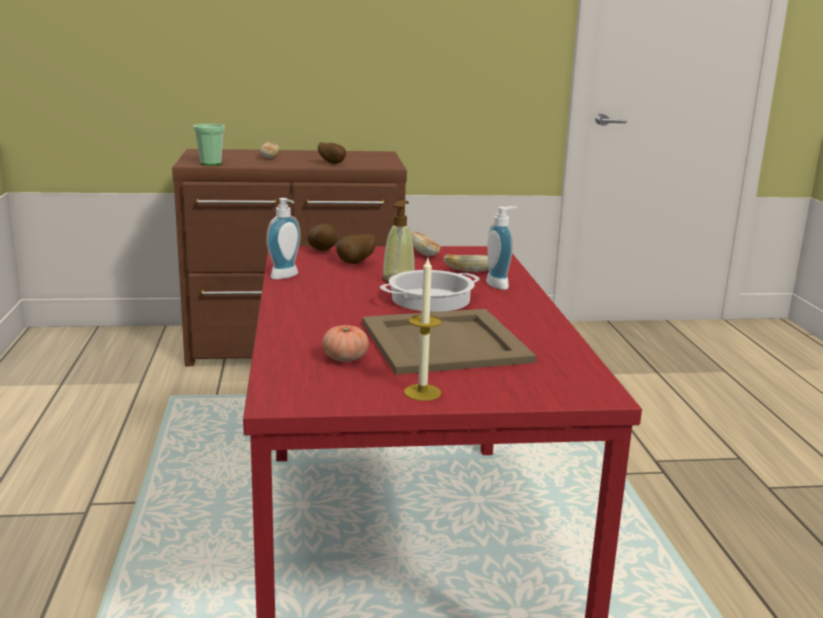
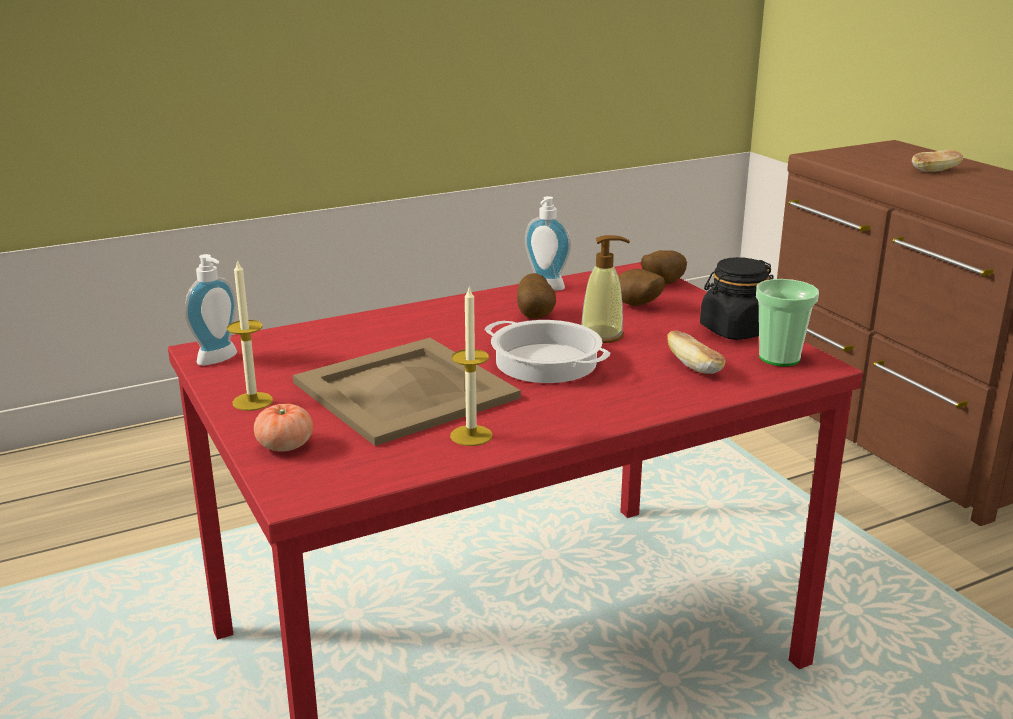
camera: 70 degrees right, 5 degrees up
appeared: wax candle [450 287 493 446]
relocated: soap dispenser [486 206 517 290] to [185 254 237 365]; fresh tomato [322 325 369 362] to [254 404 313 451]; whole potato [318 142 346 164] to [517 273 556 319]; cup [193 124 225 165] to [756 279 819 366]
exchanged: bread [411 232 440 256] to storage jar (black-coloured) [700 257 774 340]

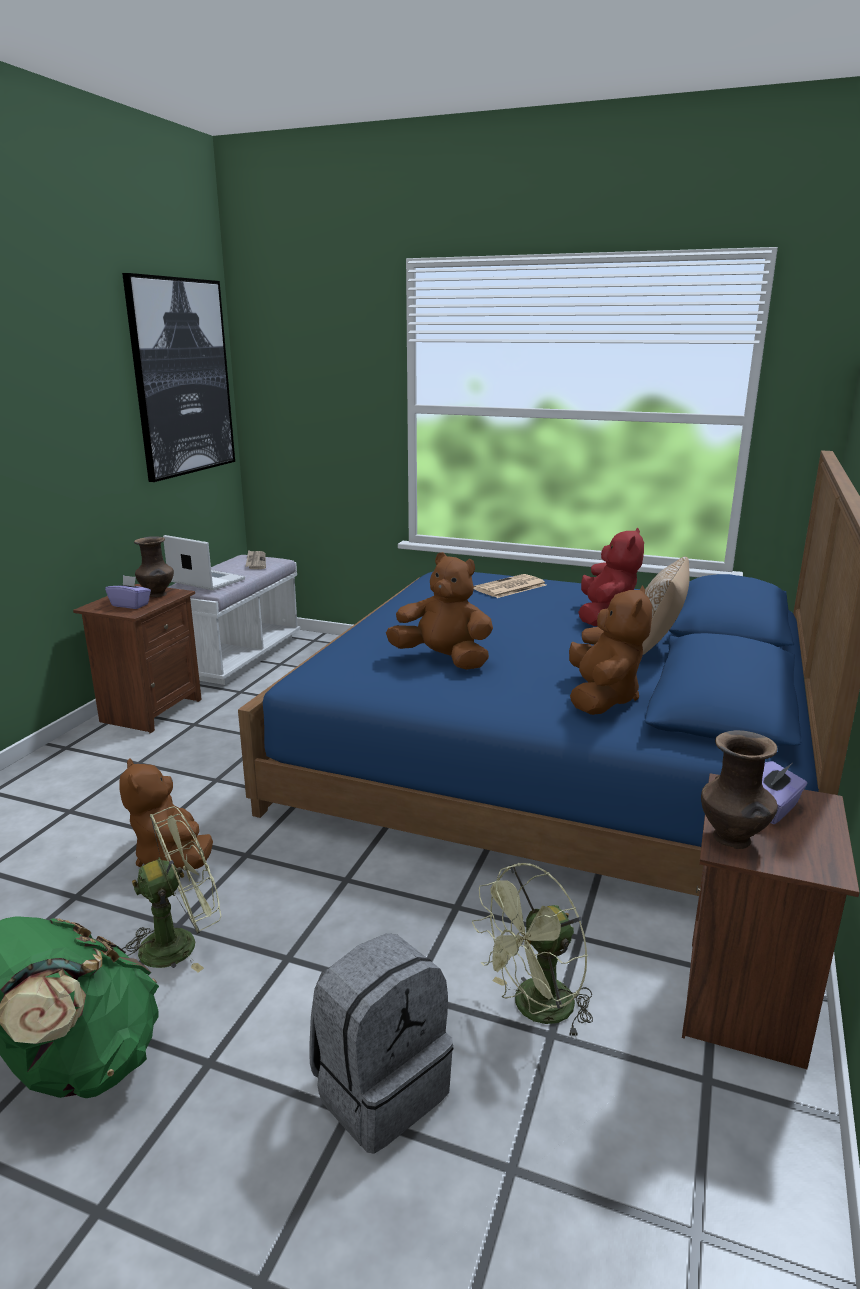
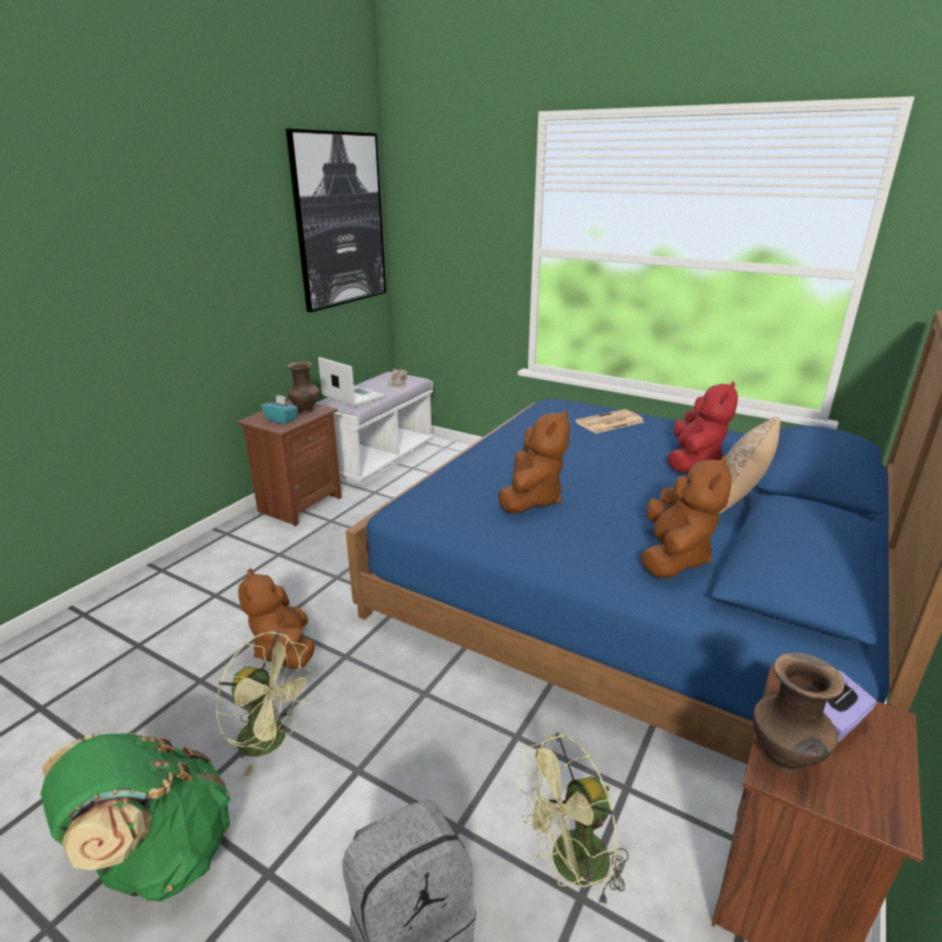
camera: 10 degrees right, 5 degrees up
colour: box of tissues (purple) [105 575 151 609] to box of tissues (turquoise-coloured) [261 394 298 424]
spun: fan (green-coloured) [122 806 221 972] = [216 631 315 776] 45 degrees clockwise; cuddly toy (brown-coloured) [386 552 493 670] = [498 410 570 513] 75 degrees clockwise

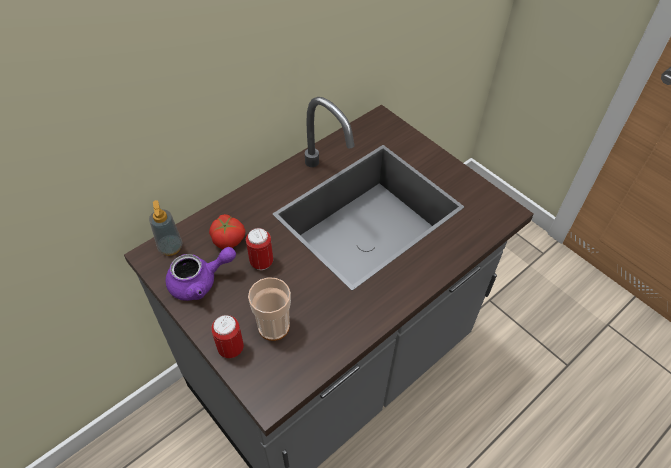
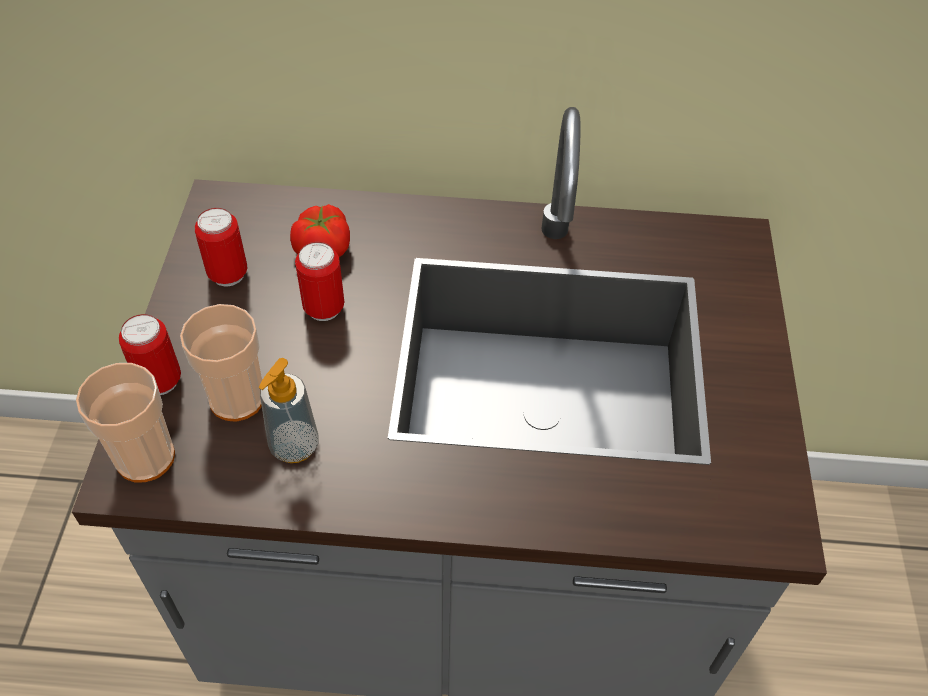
camera: 45 degrees right, 0 degrees up
appeared: cup [76 363 175 482]
relocated: soap dispenser [149 200 182 256] to [258 358 319 463]
exchanged: teapot (purple) [166 247 236 301] to sealed can [195 208 247 287]

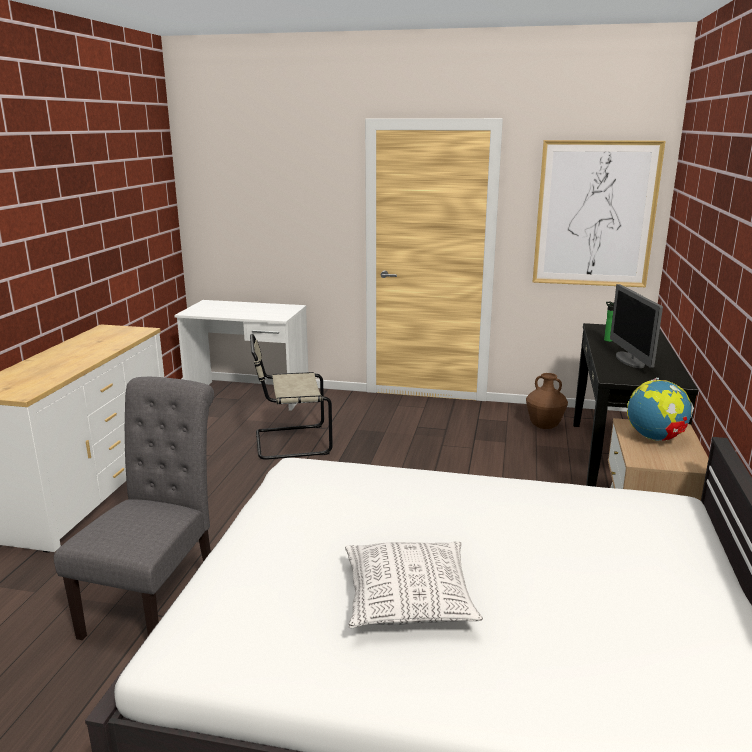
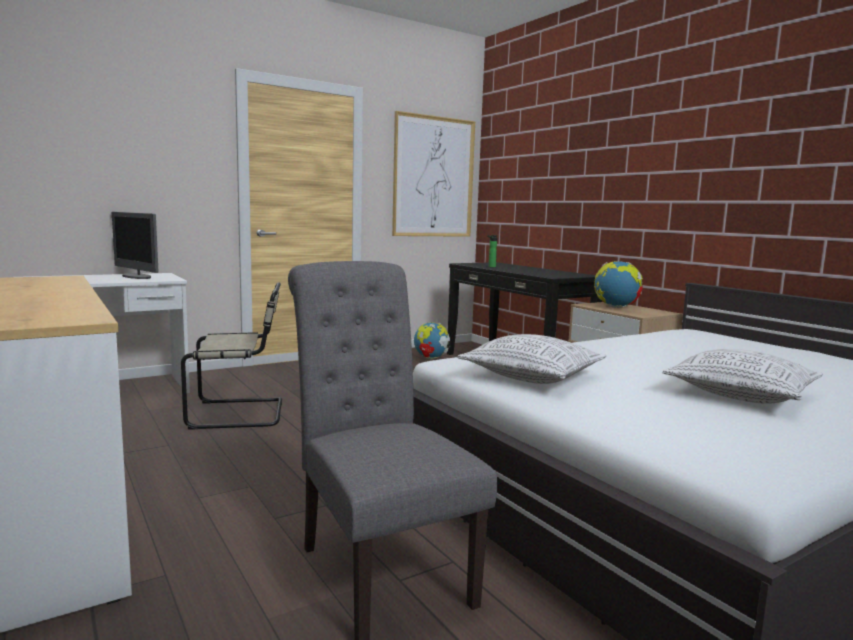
camera: 45 degrees left, 10 degrees down
appeared: cushion [457 334 606 384]
relocated: computer screen [610 284 663 368] to [112 212 159 279]
exchanged: flower vase (brown-coloured) [526 373 568 429] to globe [414 322 451 359]
spun: plain chair (beige-coloured) [250 334 333 460] = [181 282 282 430] 135 degrees counterclockwise

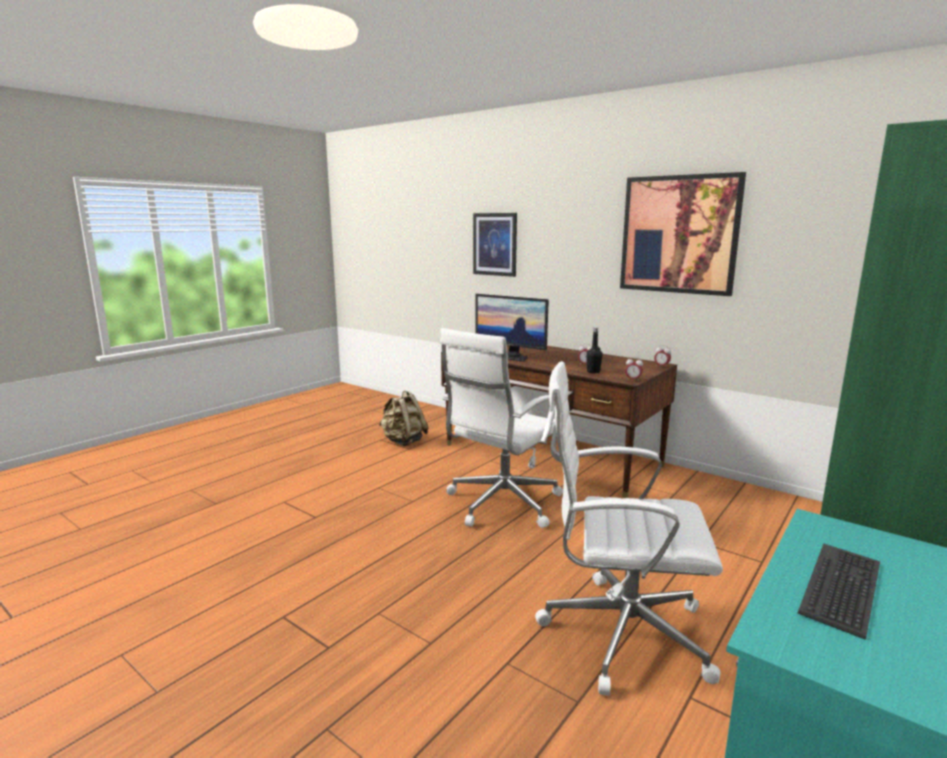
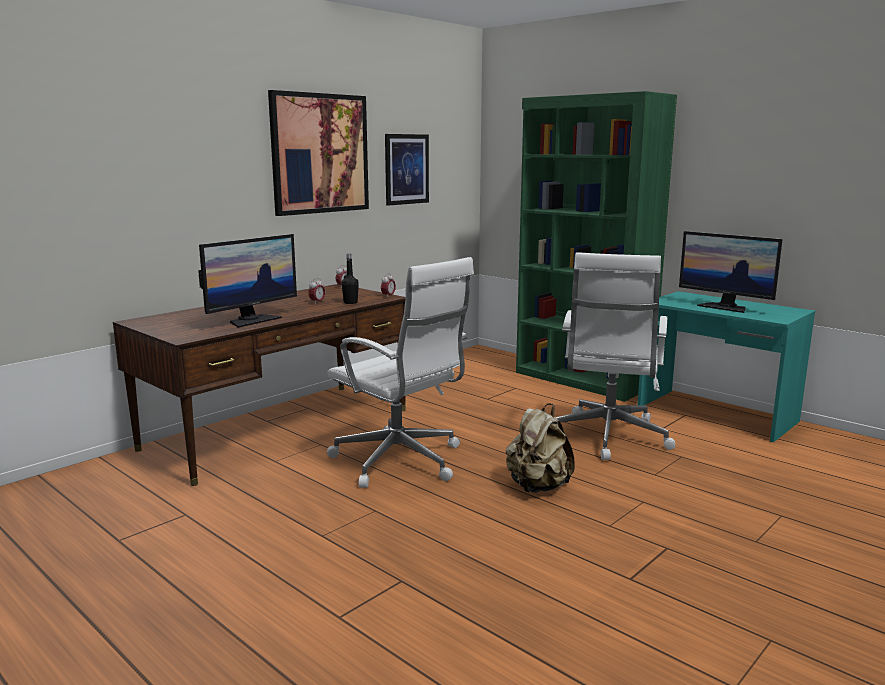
camera: 85 degrees left, 0 degrees up
relocated: wall picture [473 213 517 277] to [385 134 429 206]; rucksack (beige-coloured) [379 391 428 446] to [506 403 575 493]
exchanged: keyboard [798 543 880 640] to computer screen [679 231 783 313]

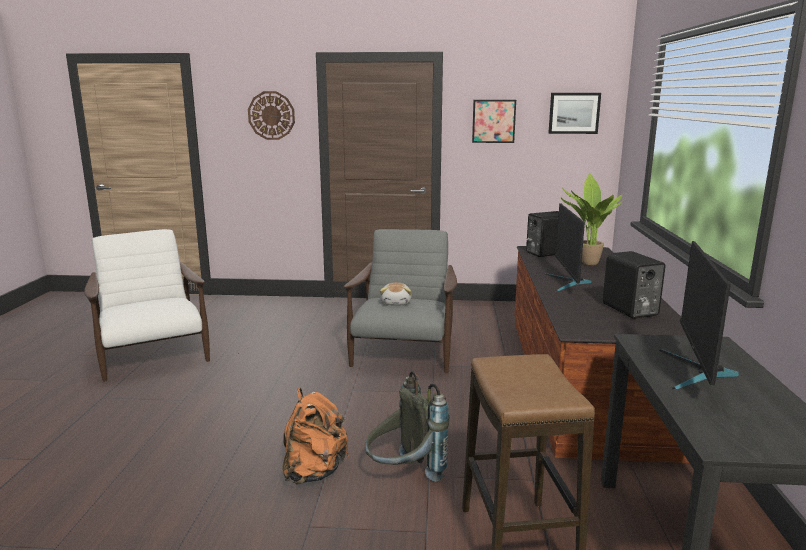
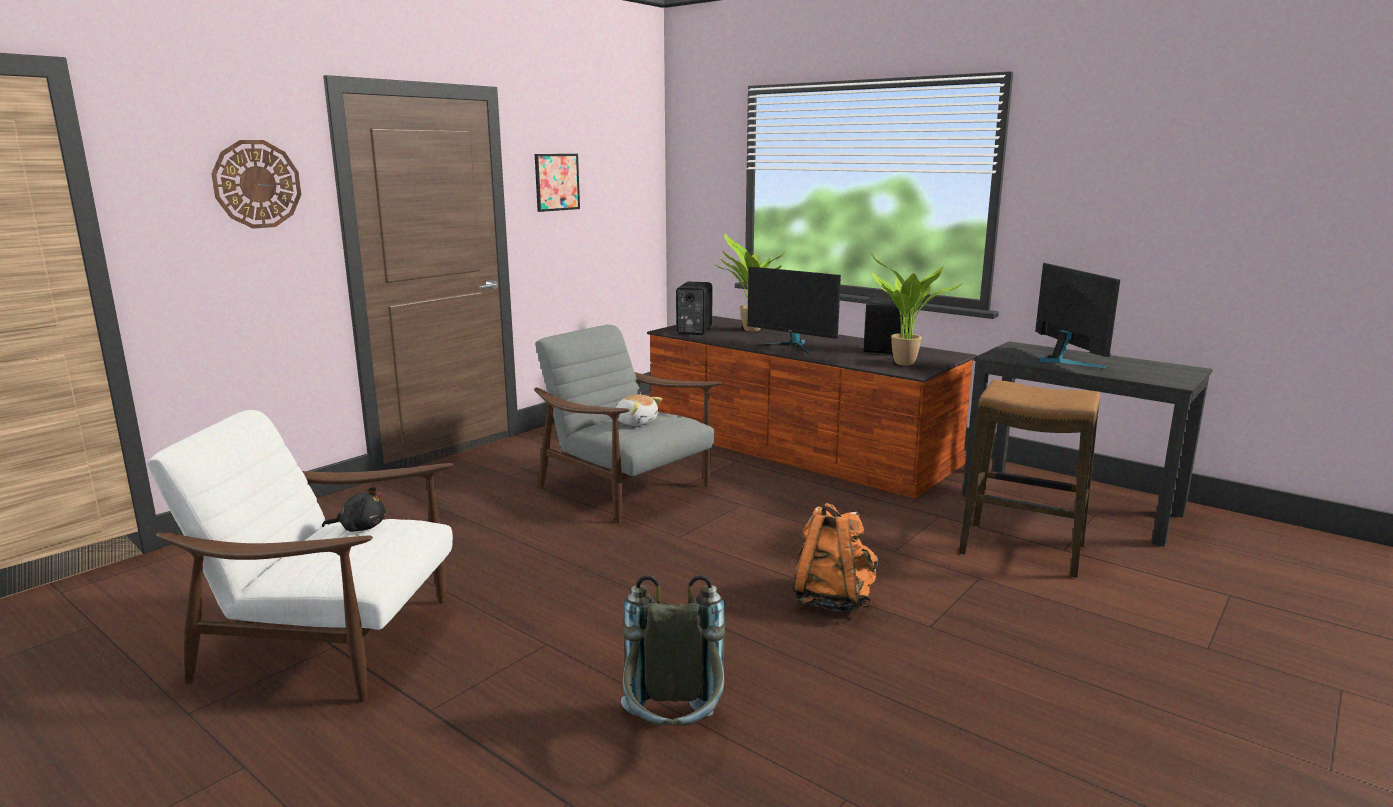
camera: 55 degrees left, 0 degrees up
missing: wall picture [548 93 601 134]
appeared: cuddly toy (black-coloured) [322 486 386 532]; plant in a pot [871 254 963 366]
relocated: rucksack (gray) [365 371 449 482] to [620 575 725 726]
spun: computer screen [659 241 739 390] = [1035 263 1120 369] 150 degrees counterclockwise

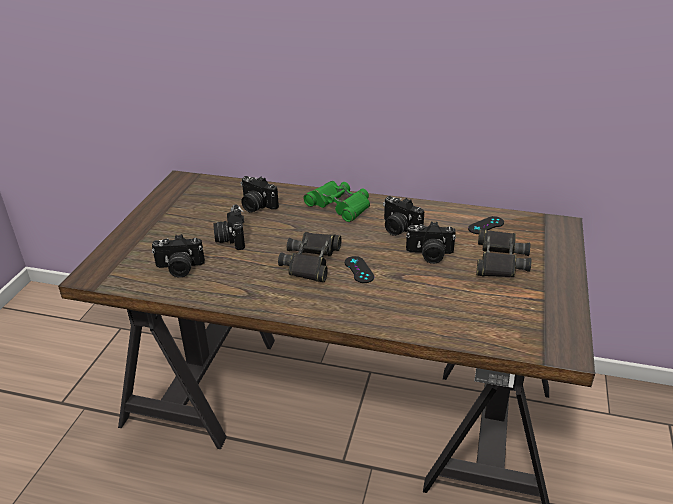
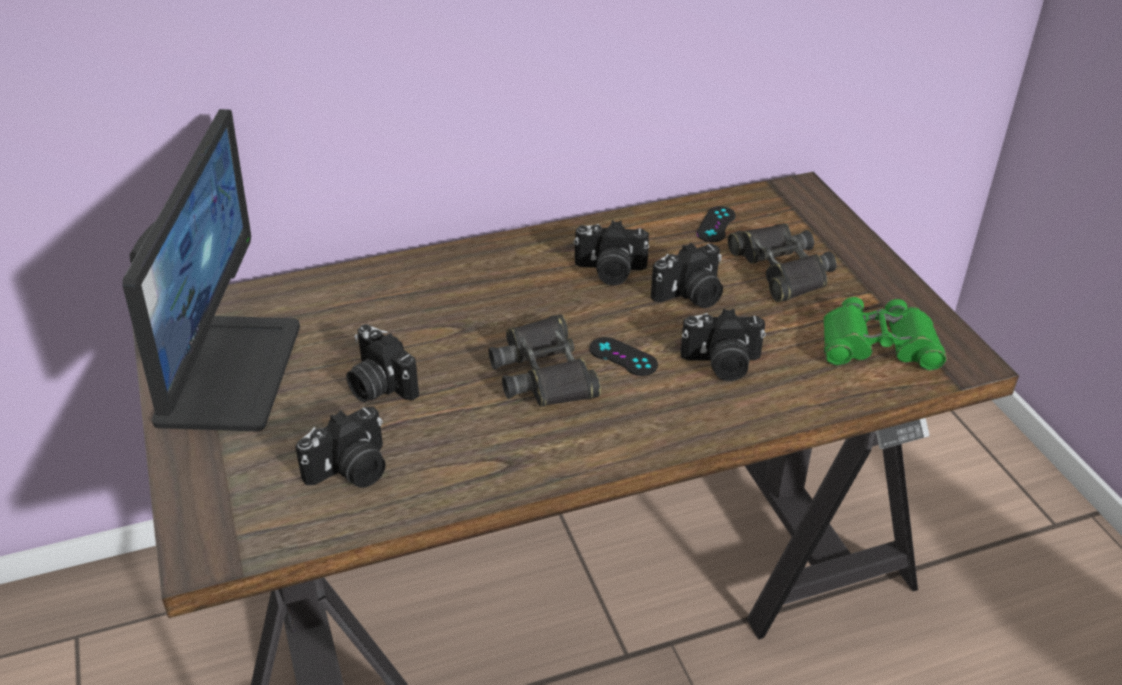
camera: 35 degrees left, 5 degrees up
appeared: computer screen [122 109 300 431]
relocated: still camera [241 176 279 213] to [680 309 766 381]; field glasses (green-coloured) [304 181 370 222] to [823 297 947 371]

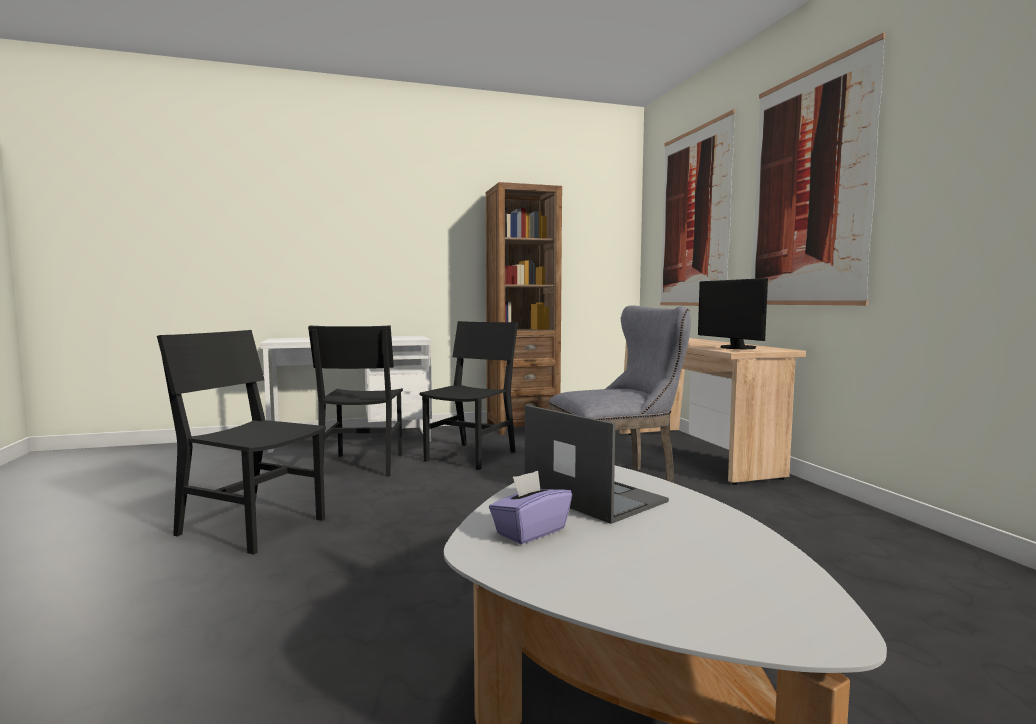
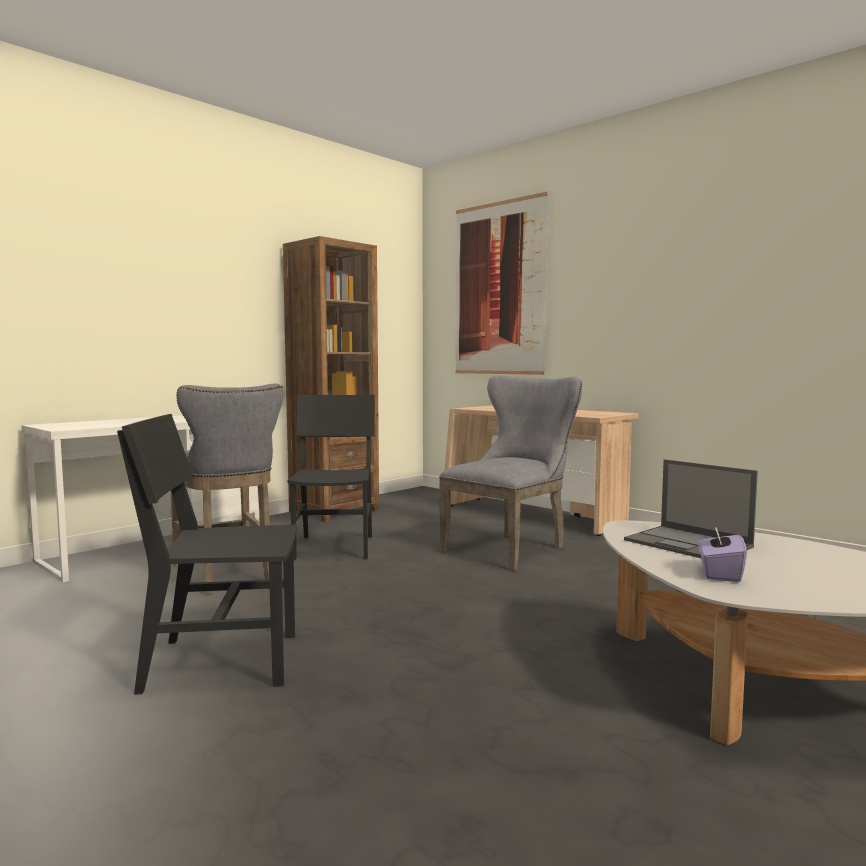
camera: 30 degrees left, 0 degrees up
missing: computer screen [698 278 768 349]; wall picture [751 32 886 306]
exchanged: plain chair (black-coloured) [308 325 403 477] to sitting stool (gray) [171 383 283 595]
spun: laptop [525 405 669 524] = [624 459 758 558] 150 degrees counterclockwise

